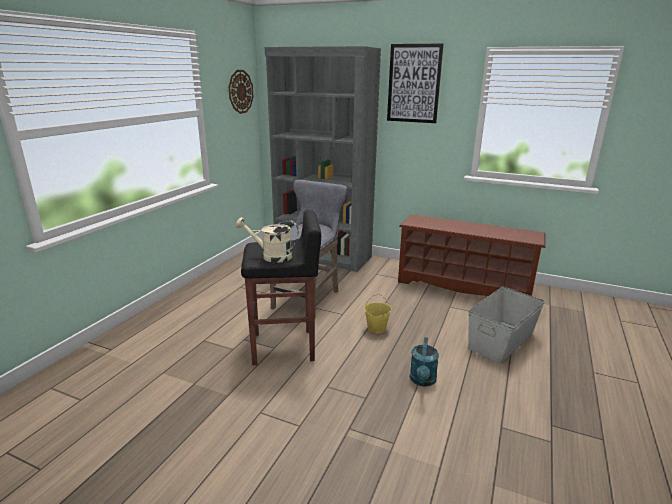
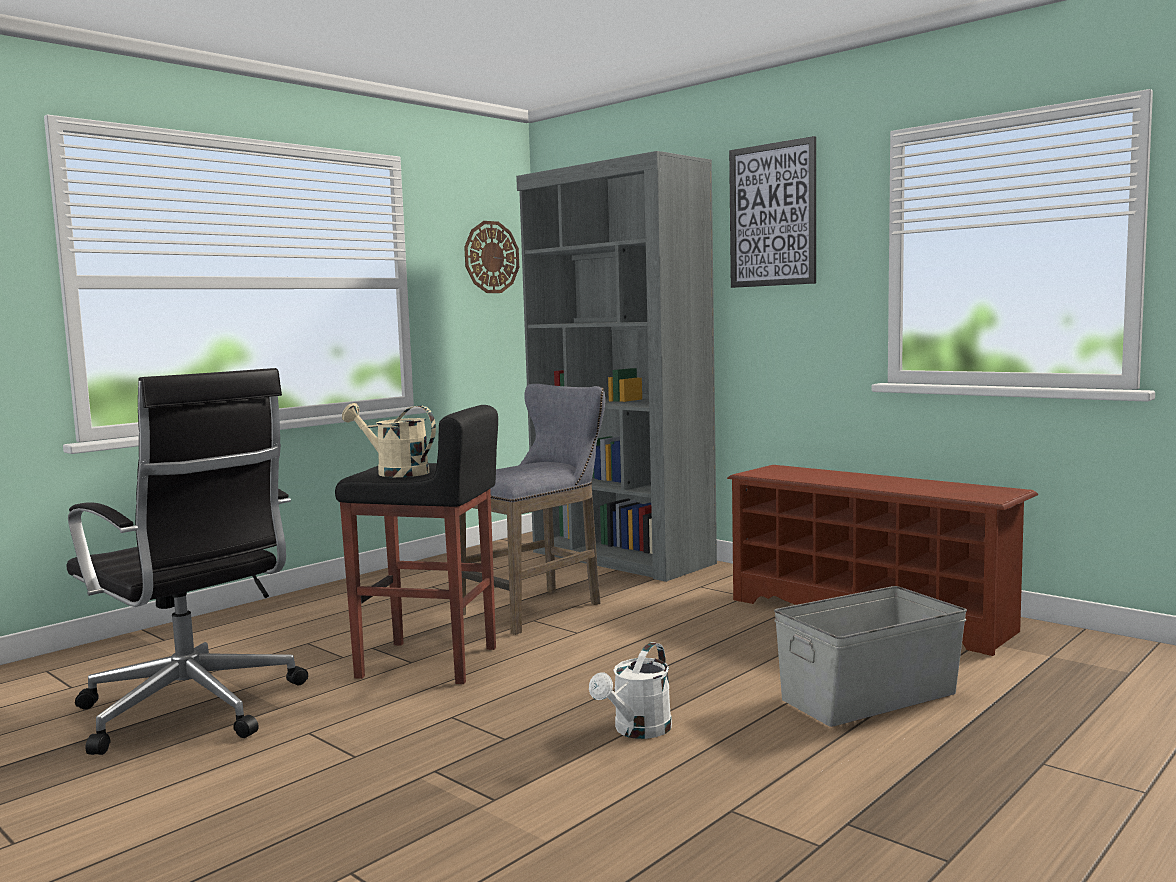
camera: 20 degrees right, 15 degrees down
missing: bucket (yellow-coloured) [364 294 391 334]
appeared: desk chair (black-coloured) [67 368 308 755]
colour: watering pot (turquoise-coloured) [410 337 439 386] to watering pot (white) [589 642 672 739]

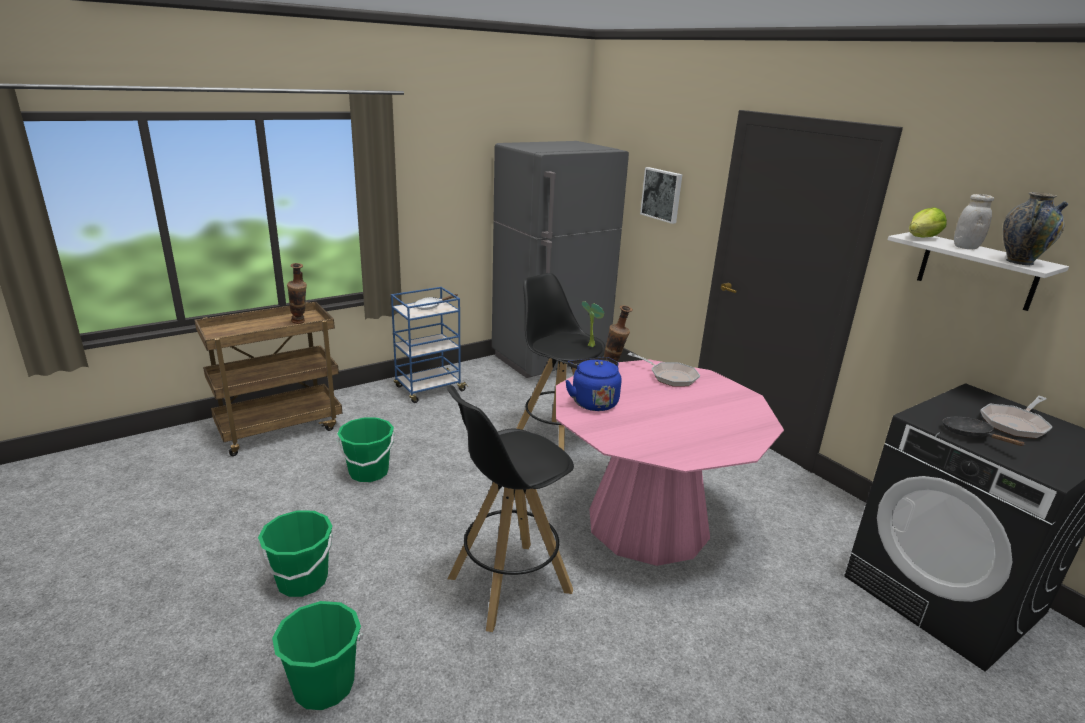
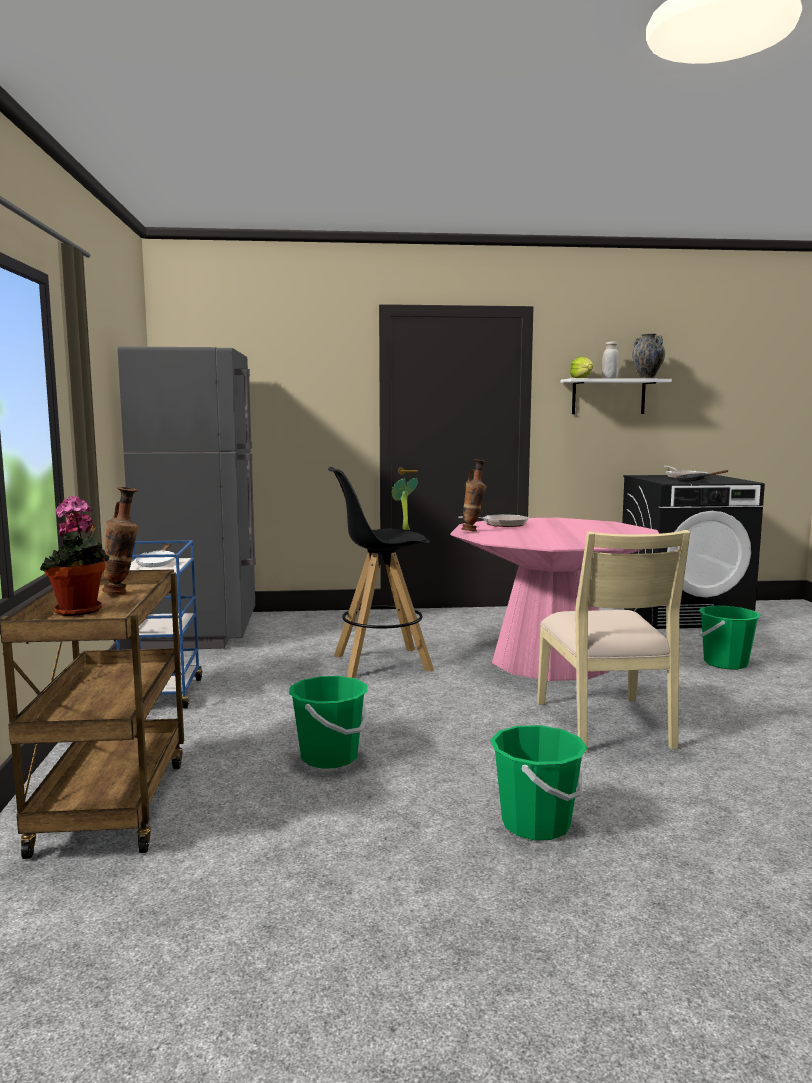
camera: 60 degrees left, 15 degrees down
missing: water kettle (bluish) [565 357 621 411]; wall picture [640 167 682 224]
appeared: plant in a pot [40 496 110 616]
relocated: bucket (green-coloured) [272 601 364 710] to [699 606 761 669]
exchanged: sitting stool (black-coloured) [447 385 574 632] to plain chair (beige-coloured) [537 530 690 753]

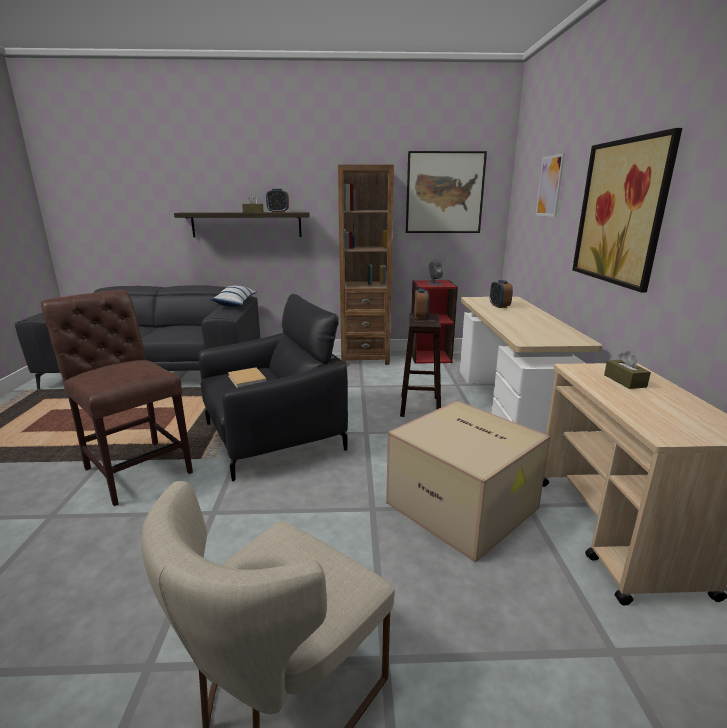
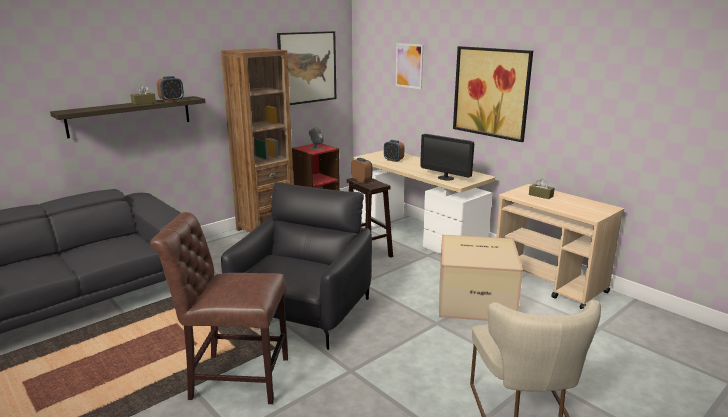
camera: 40 degrees left, 0 degrees up
missing: cushion [210 285 257 307]; volume (beige-coloured) [228 367 267 388]
appeared: computer screen [420 134 474 181]

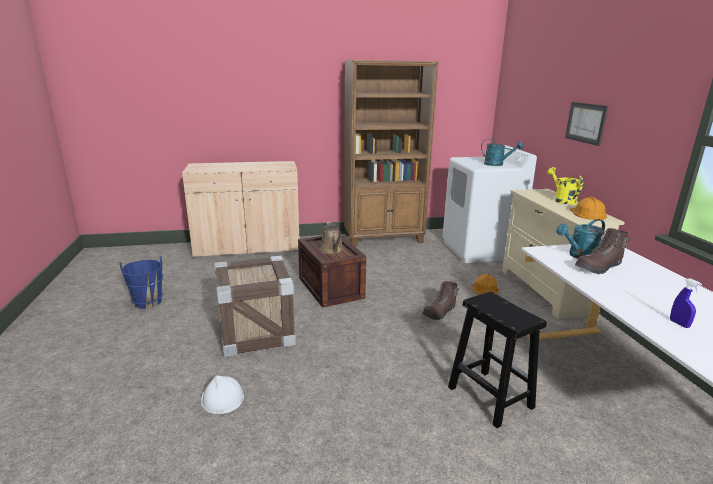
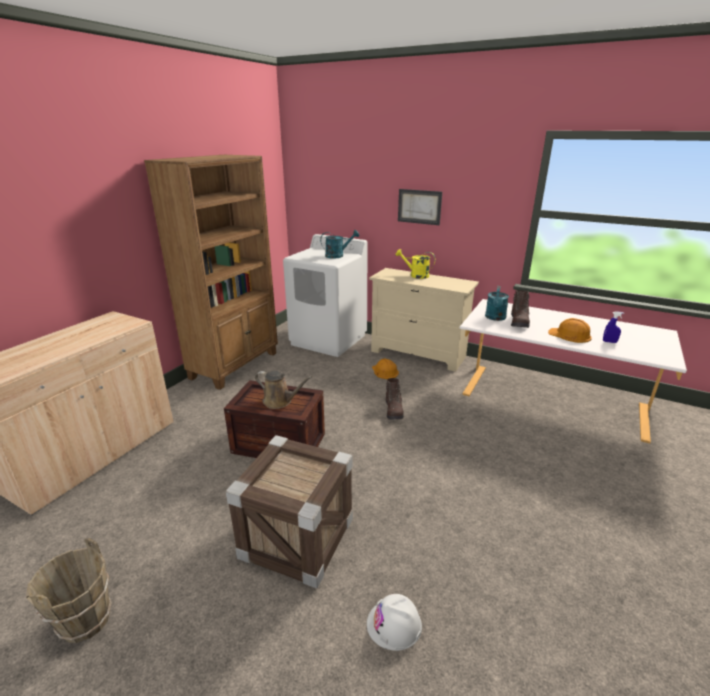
camera: 50 degrees left, 5 degrees up
missing: sitting stool (black-coloured) [448 291 547 428]
relocated: work helmet (orangey) [570 197 607 220] to [548 318 592 343]
colour: bucket (bluish) [120 256 163 309] to bucket (brown-coloured) [26 538 112 643]

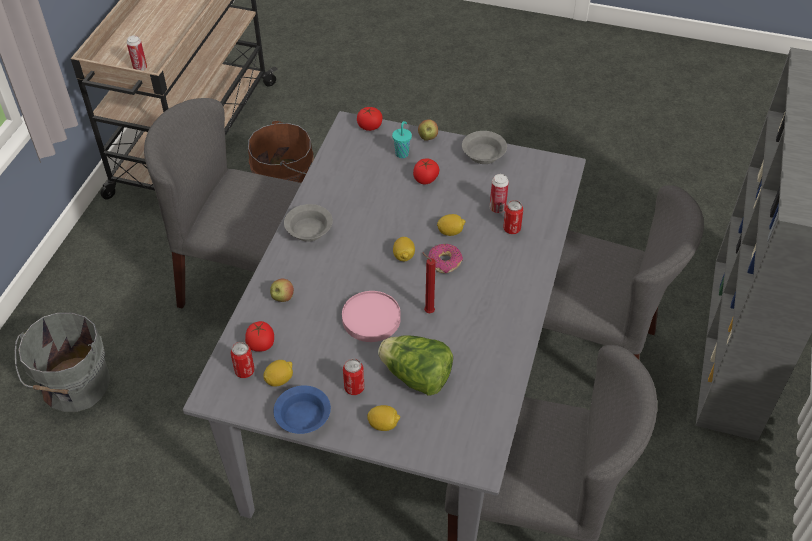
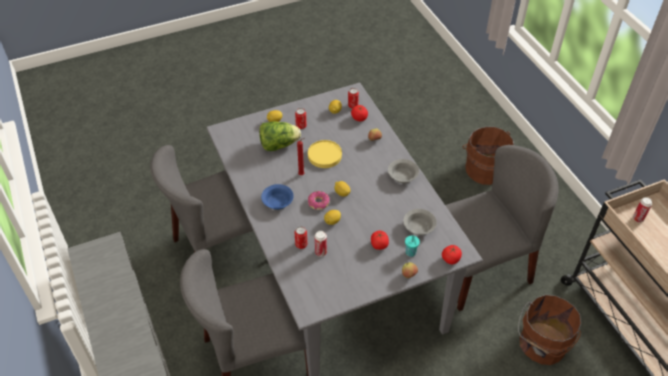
camera: 140 degrees right, 0 degrees up
relocated: deep dish (bluish) [273 385 331 434] to [261 184 294 210]; deep dish (gray) [462 131 507 164] to [403 209 437 235]
colour: plate (pink-coloured) [342 291 401 342] to plate (yellow-coloured) [308 140 342 168]; bucket (gray) [15 313 110 412] to bucket (brown-coloured) [463 127 514 185]

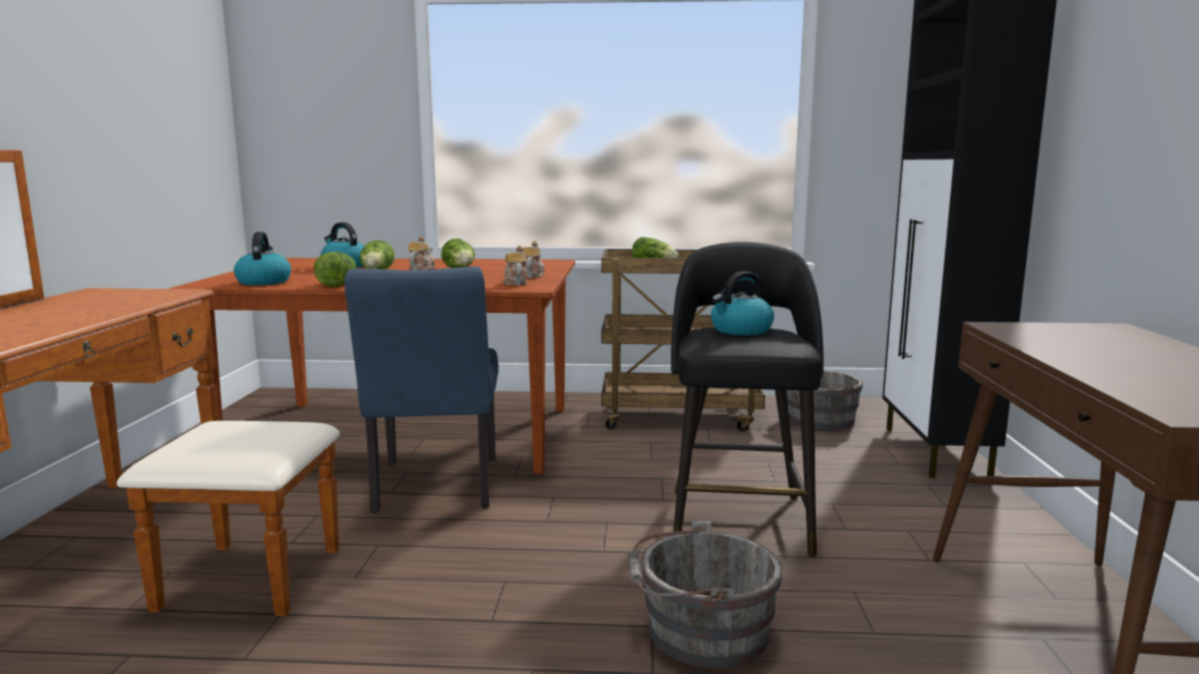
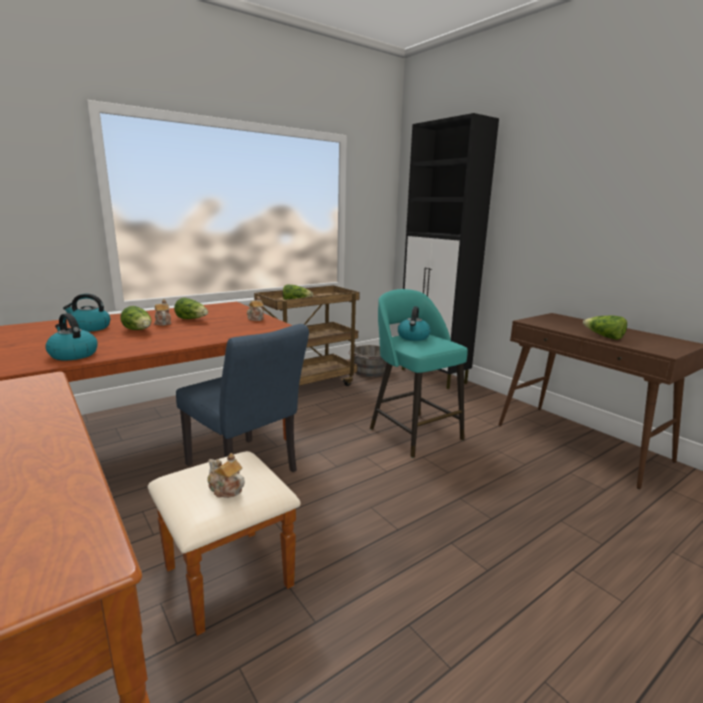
camera: 40 degrees left, 5 degrees up
missing: bucket (gray) [628 521 782 668]
relocated: teapot [503 246 528 285] to [207 453 245 498]; lettuce [314 252 357 287] to [583 316 627 340]
colour: sitting stool (black-coloured) [671 242 823 556] to sitting stool (turquoise-coloured) [370 289 468 458]

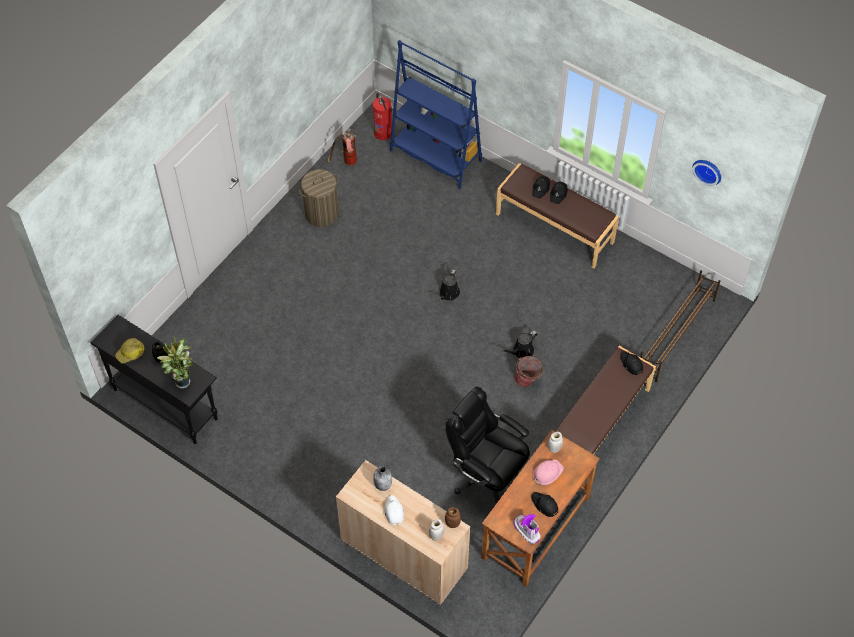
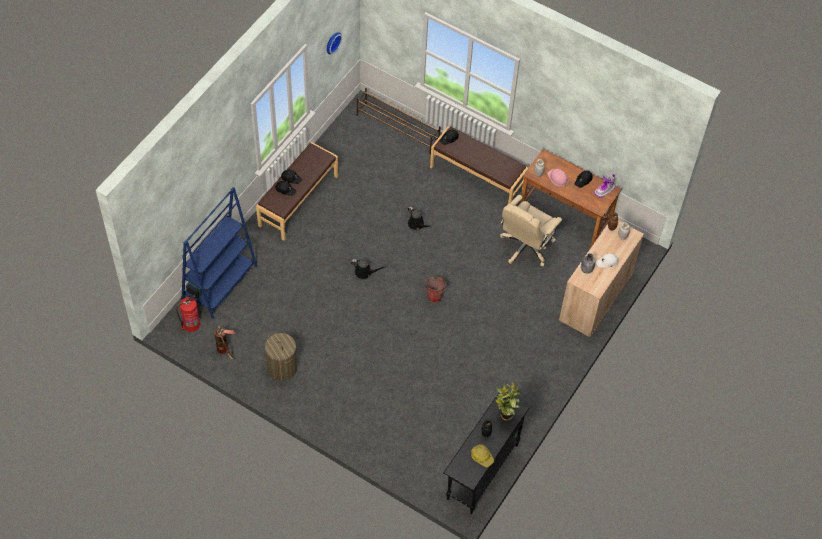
camera: 95 degrees left, 0 degrees up
relocated: bucket [515 356 543 387] to [426 276 447 303]
colour: desk chair (black-coloured) [446 386 530 504] to desk chair (beige-coloured) [500 195 562 266]

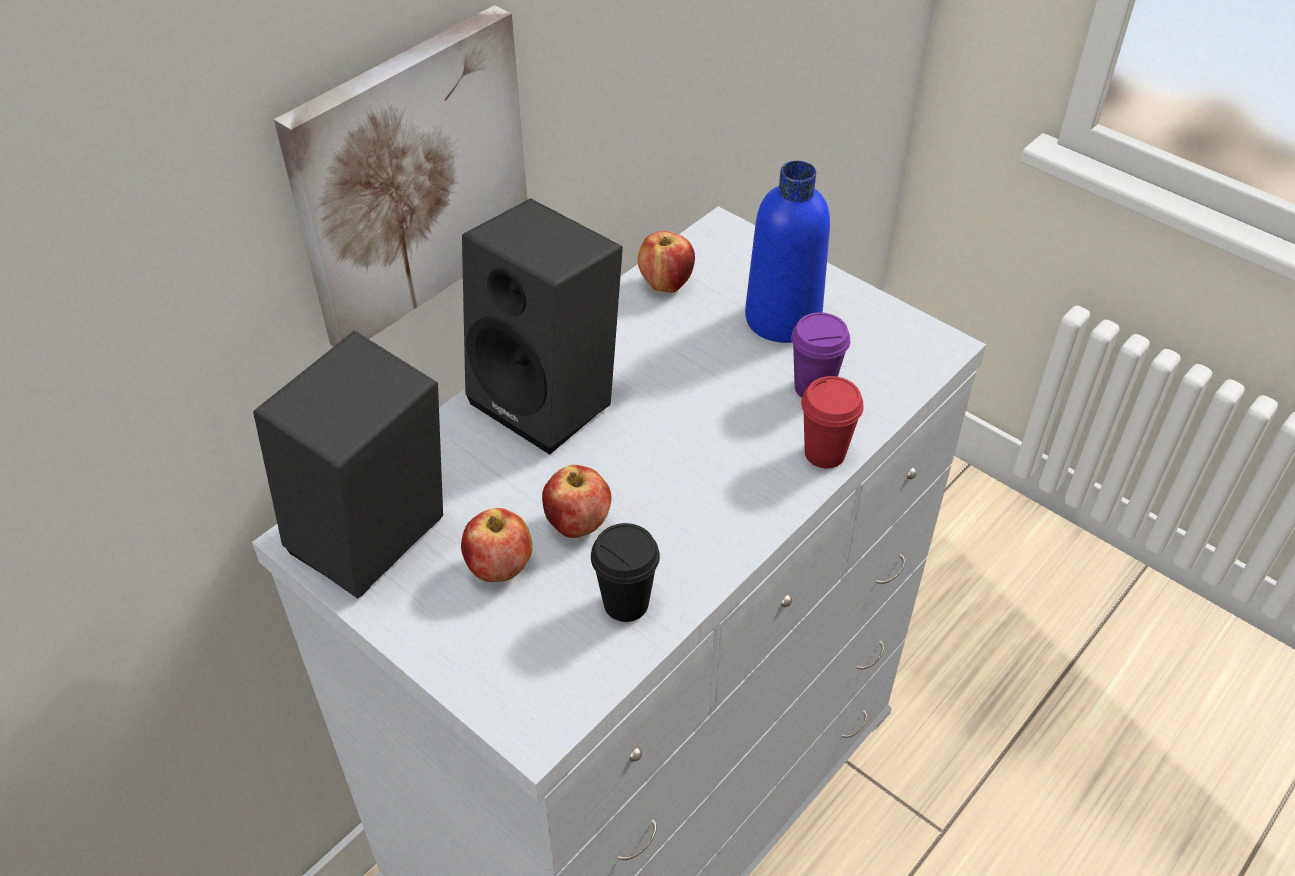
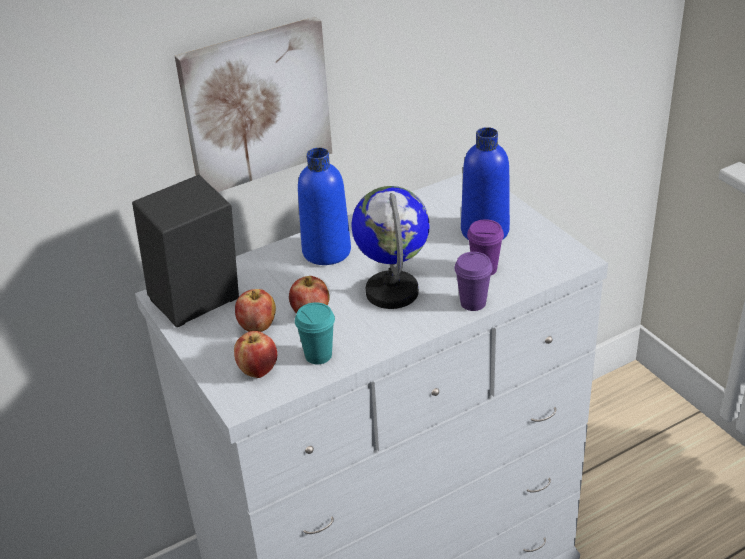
camera: 20 degrees right, 10 degrees down
appeared: globe [351 186 430 309]
relocated: apple fruit [638 231 695 292] to [234 331 277 378]
exchanged: audio speaker (black-coloured) [462 198 623 455] to drink bottle (bluish) [298 148 351 265]
colour: cup (black-coloured) [591 523 660 622] to cup (turquoise-coloured) [295 302 335 364]; cup (red) [801 376 864 468] to cup (purple) [454 252 493 311]

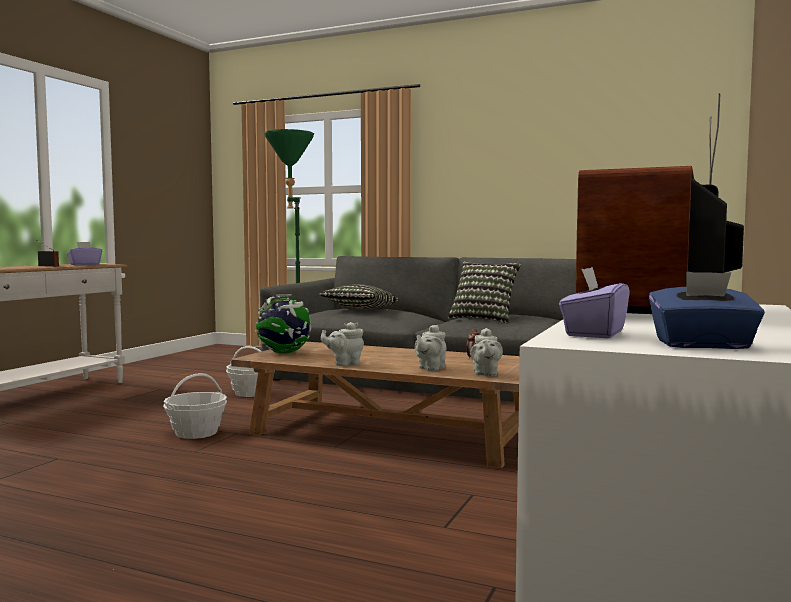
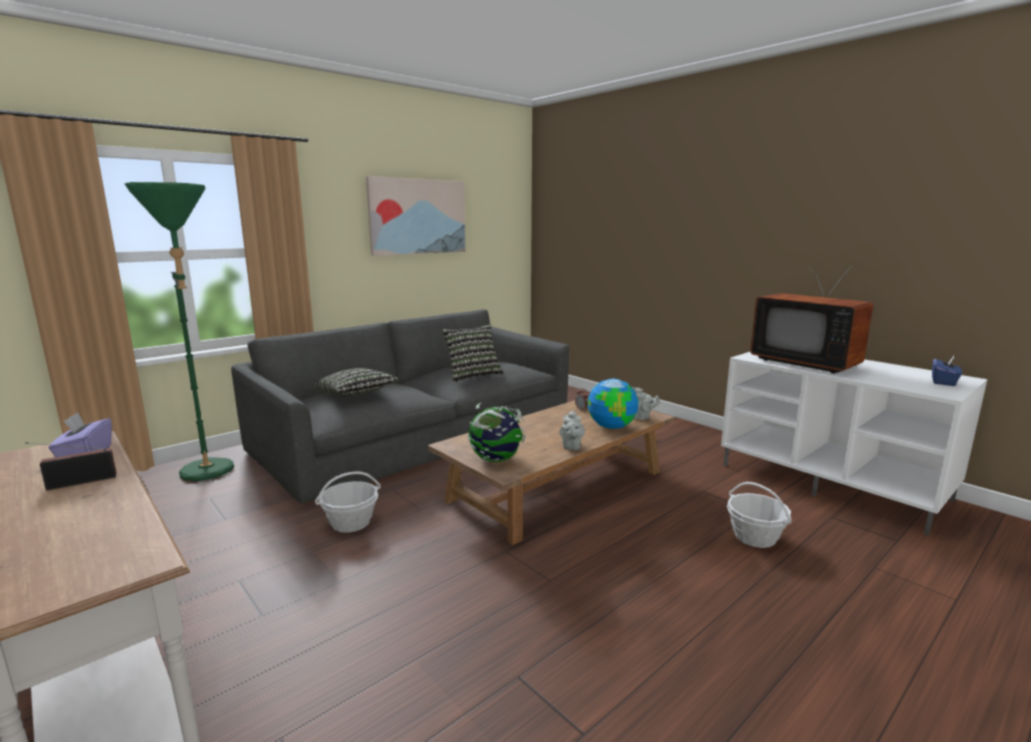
camera: 65 degrees left, 10 degrees up
missing: box of tissues (purple) [559 267 630 338]
appeared: wall picture [366 176 466 256]
relocated: basket [163 373 227 439] to [727 482 792 548]
exchanged: teapot (gray) [414 325 446 371] to globe [588 379 639 429]

